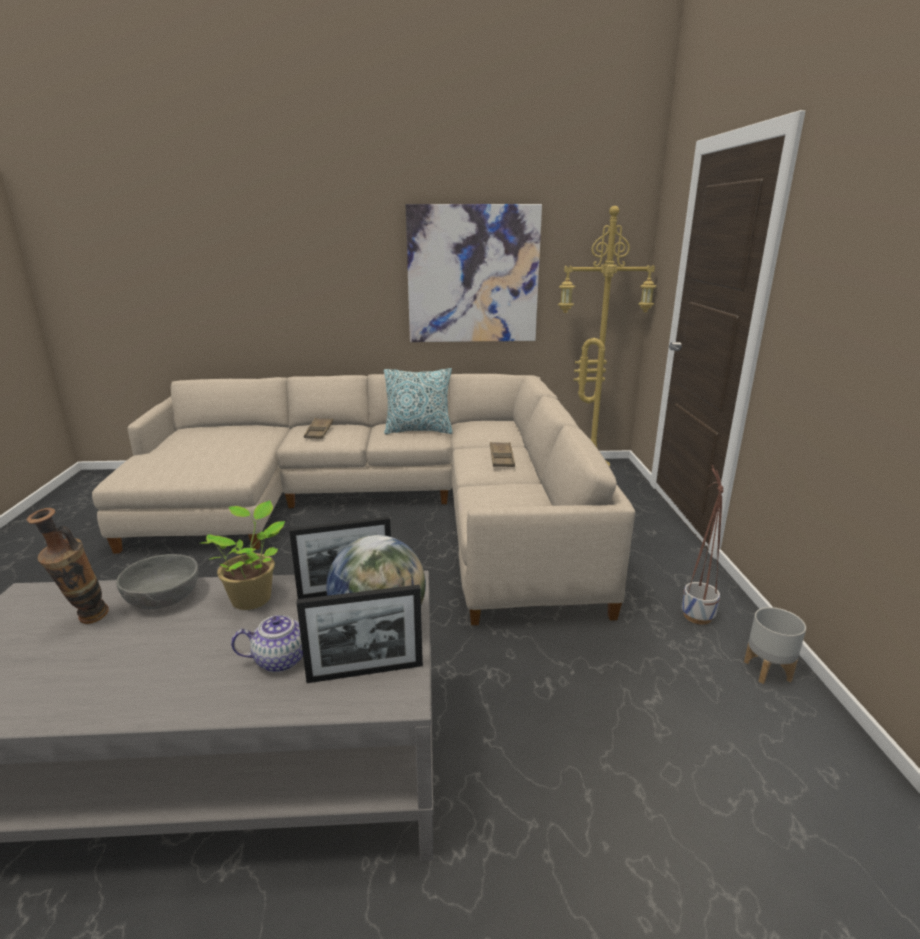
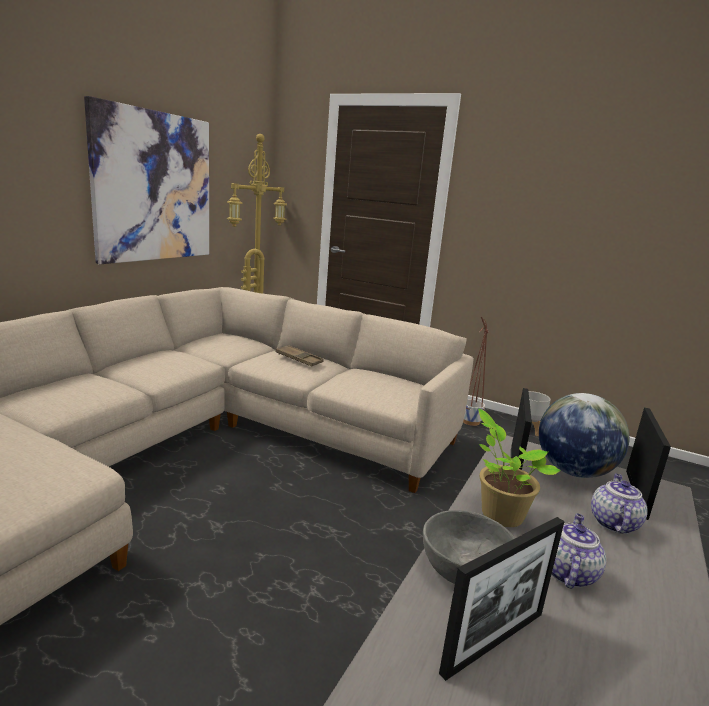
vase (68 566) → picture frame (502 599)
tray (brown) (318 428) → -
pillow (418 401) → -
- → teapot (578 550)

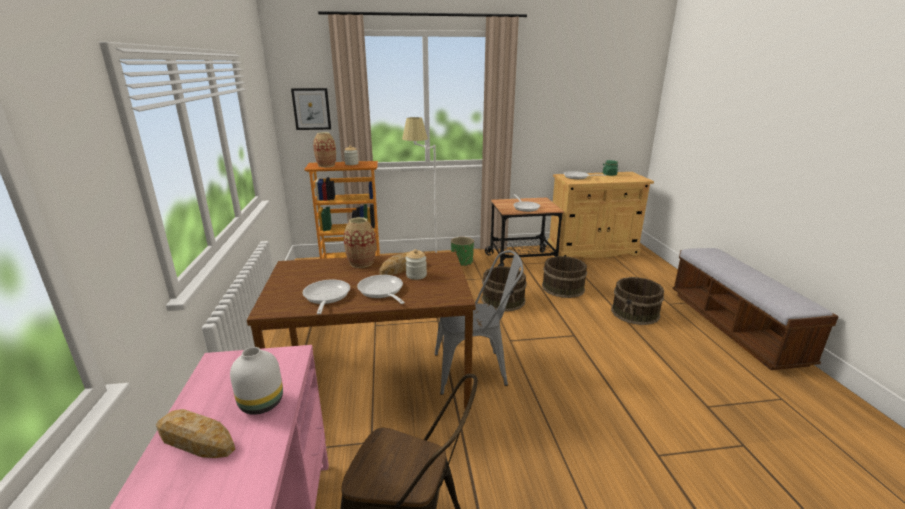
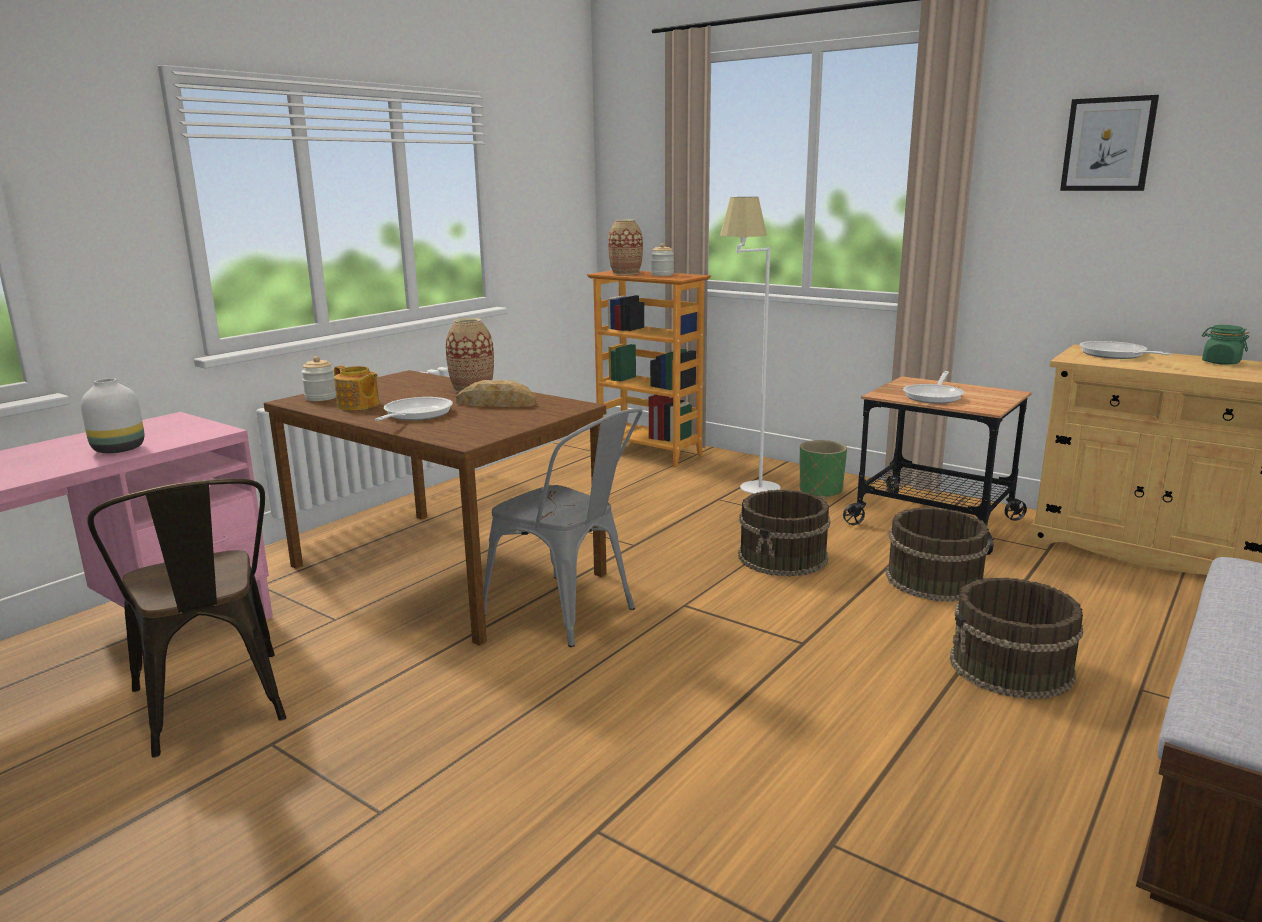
bread (195 433) → -
picture (311 109) → picture (1109 143), move
frying pan (326 296) → teapot (356 388)
jar (416 264) → jar (318 378), move

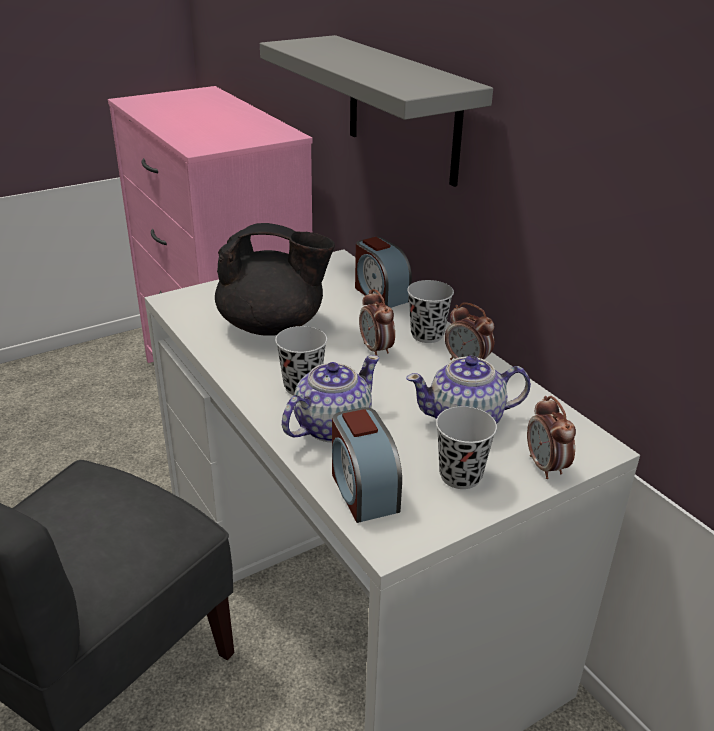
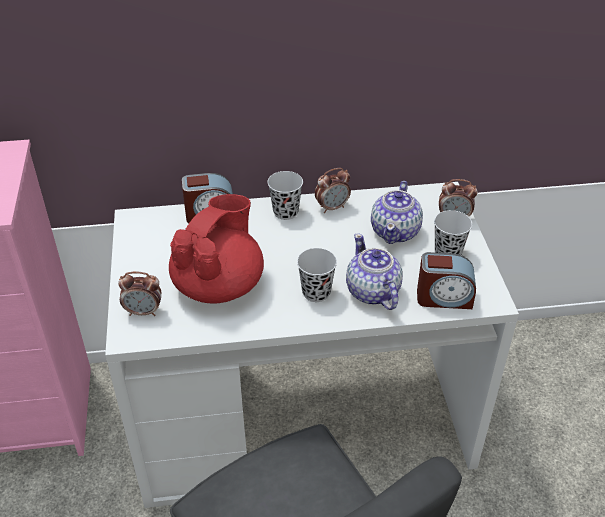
teapot (black) (275 279) → teapot (red) (216 248)
shelf (grey) (376 111) → -
alarm clock (377 322) → alarm clock (139 294), move

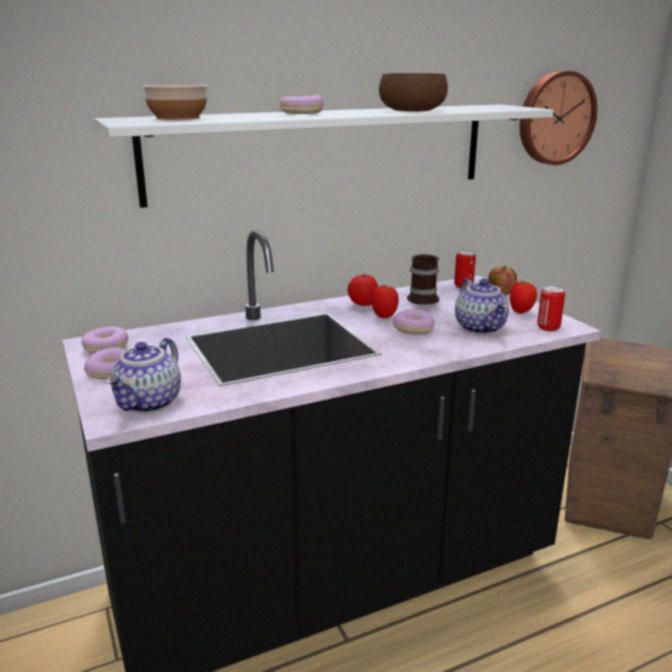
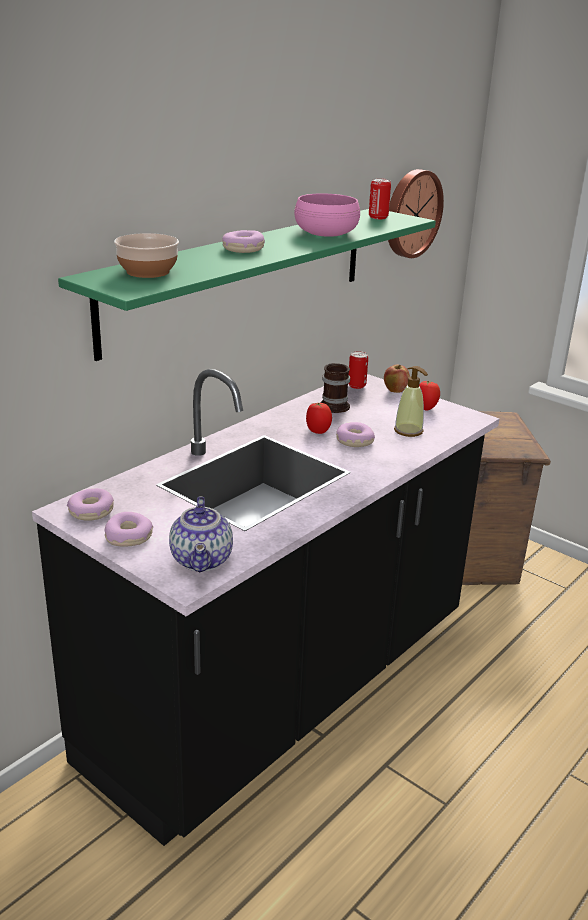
shelf (white) (324 156) → shelf (green) (247 285)
tomato (362 290) → -
bowl (brown) (413 92) → bowl (pink) (327 215)
teapot (482 306) → soap dispenser (411 401)
can (551 308) → can (380 199), move

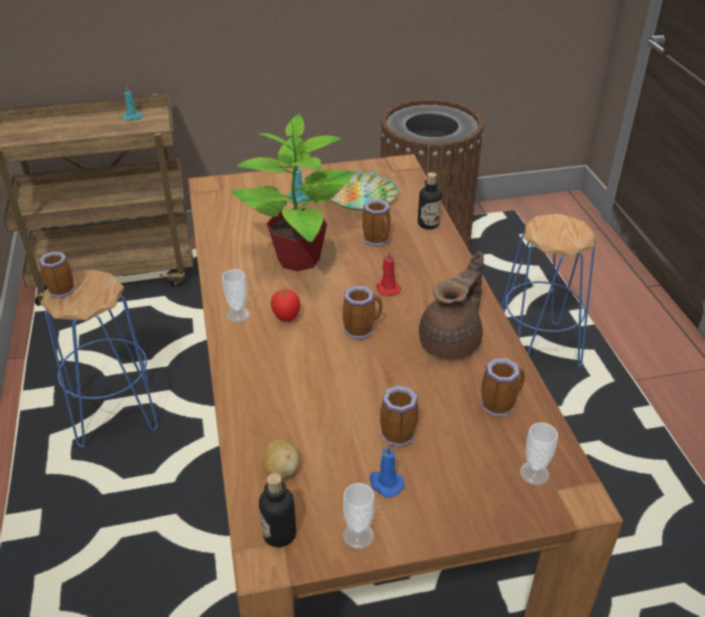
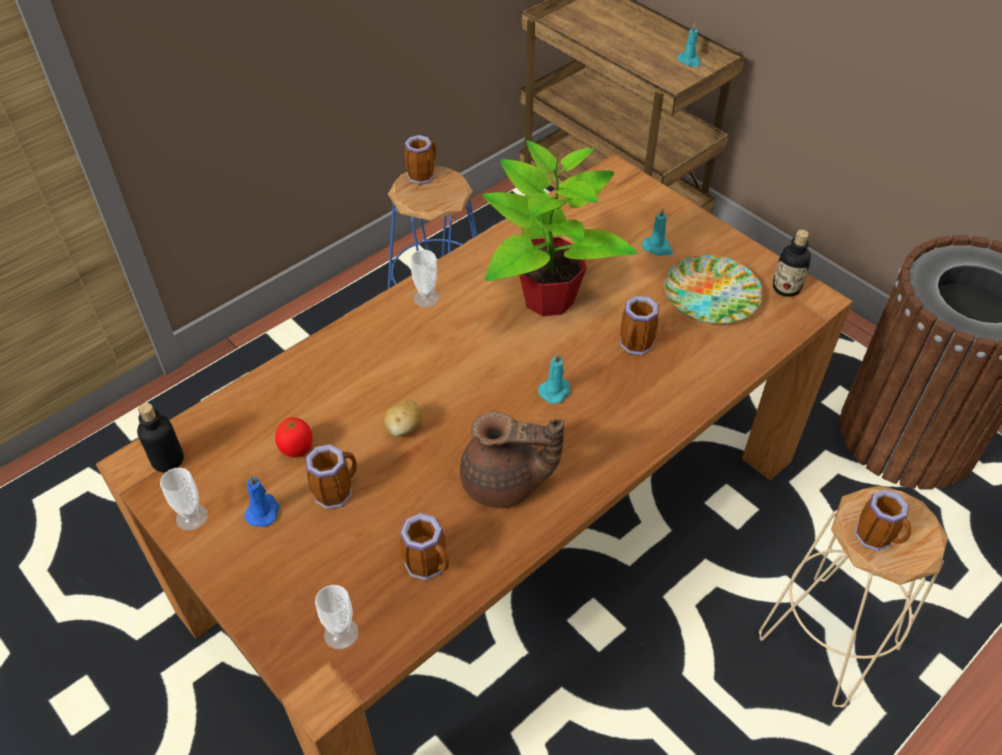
potato (280 459) → potato (403 418), move
tomato (285 305) → tomato (293 437), move
mug (362 312) → mug (883 520), move
candle (red) (388 273) → candle (turquoise) (554 378)
bottle (430 200) → bottle (792 263), move
stool (blue) (548 291) → stool (beige) (853 597)

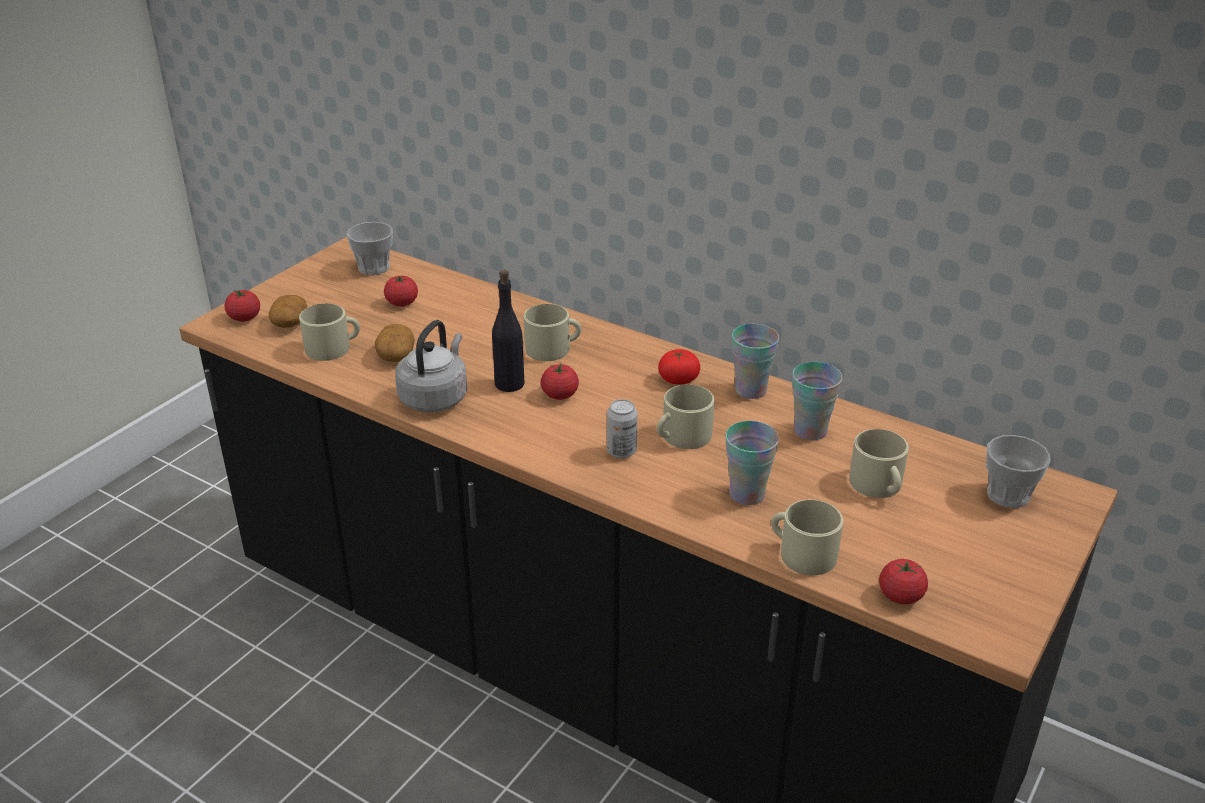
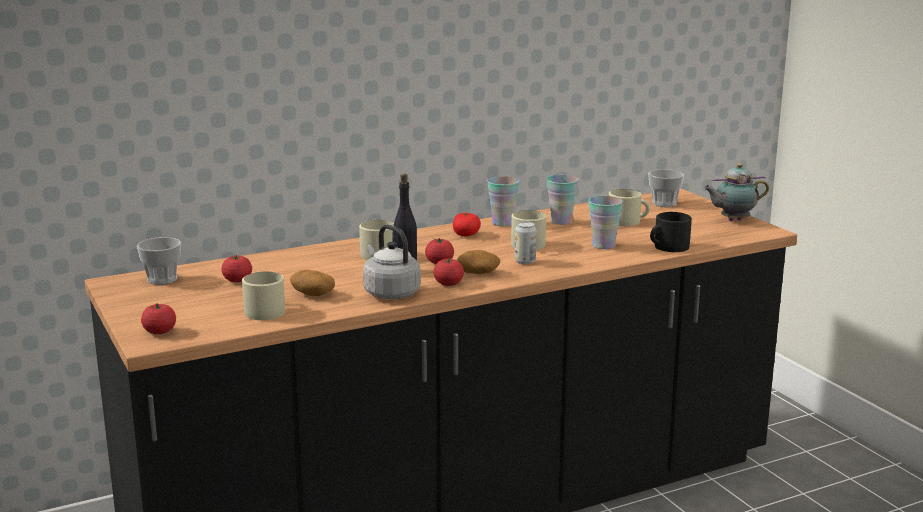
potato (288 311) → potato (478 262), move
mug (beige) (807 537) → mug (black) (671 232)
tomato (903 581) → tomato (448 272), move
- → teapot (736 192)

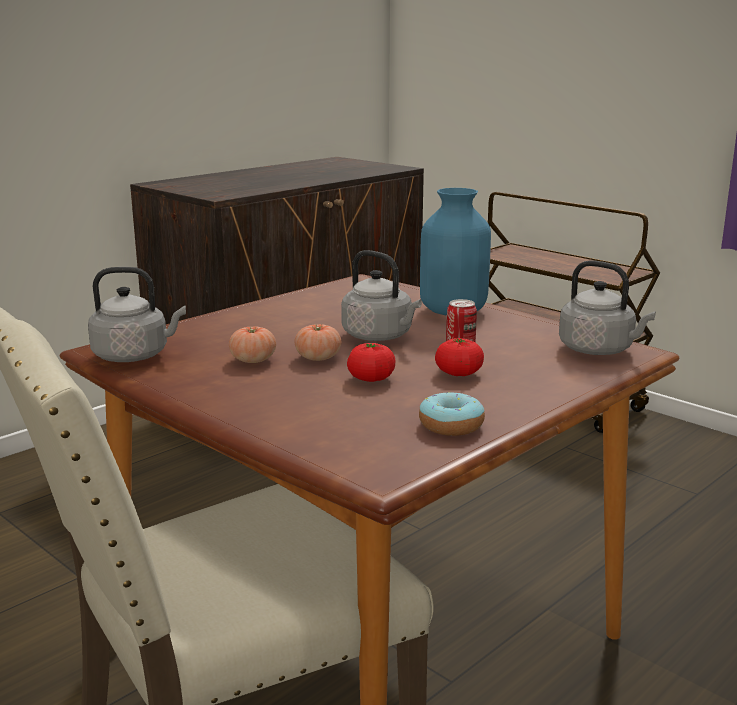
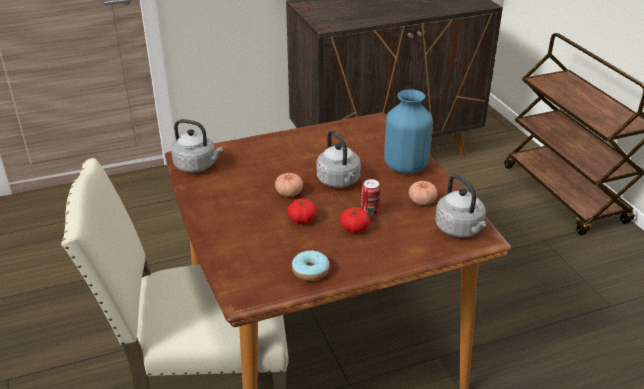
tomato (252 344) → tomato (423 193), move

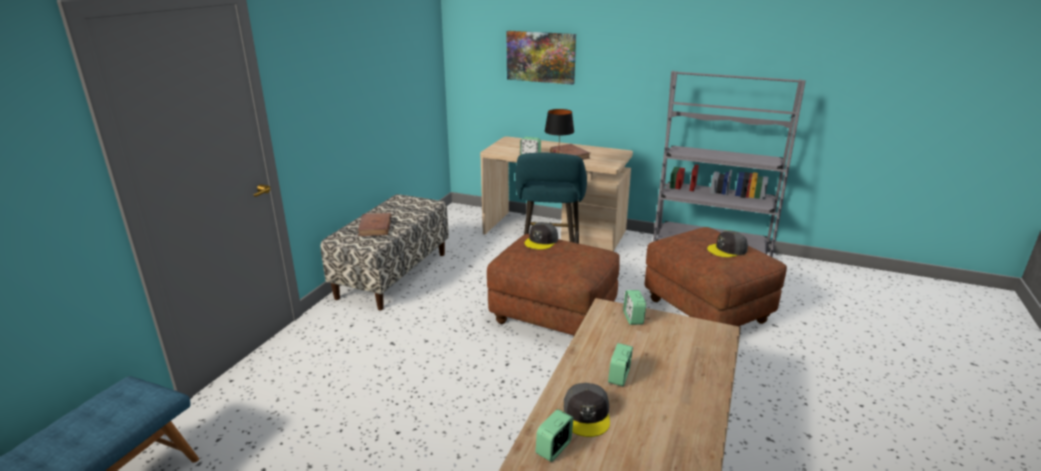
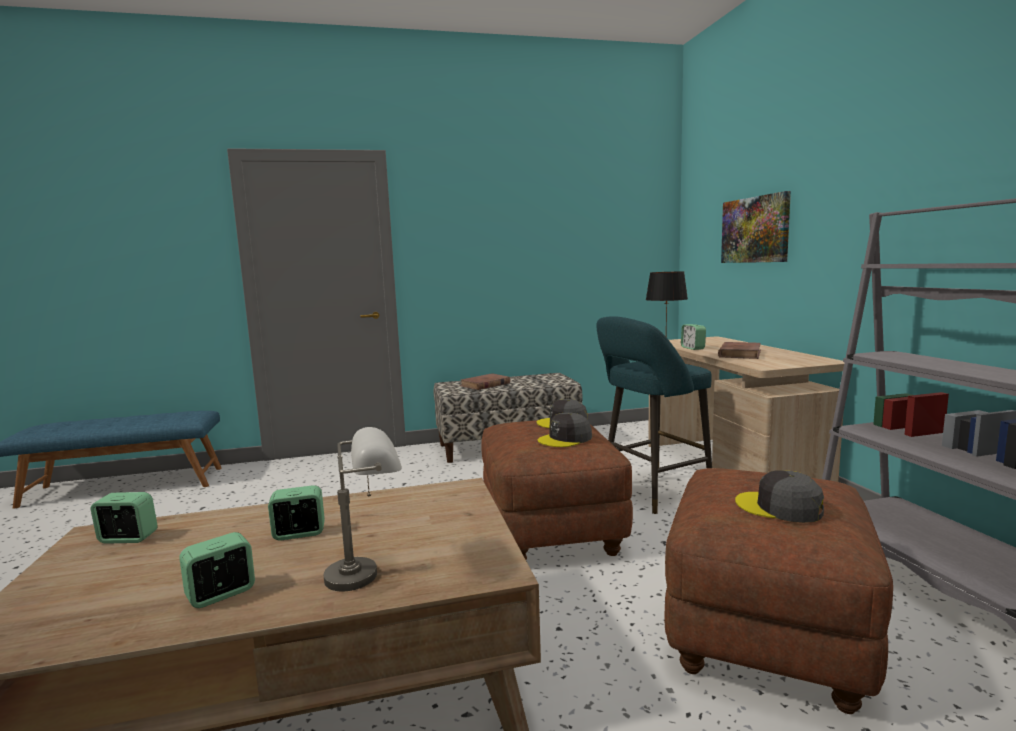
cap (grey) (587 410) → cap (grey) (565 430), move
alarm clock (634 307) → alarm clock (217 570), move
- → table lamp (grey) (363 509)

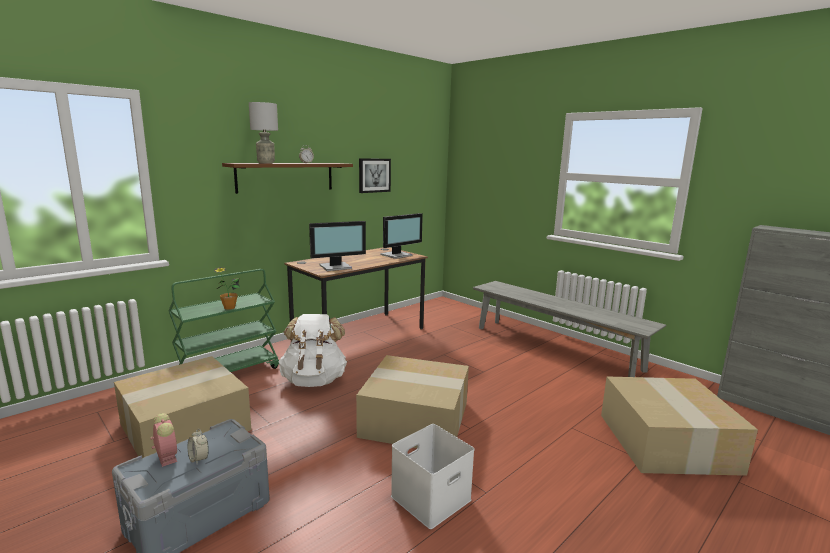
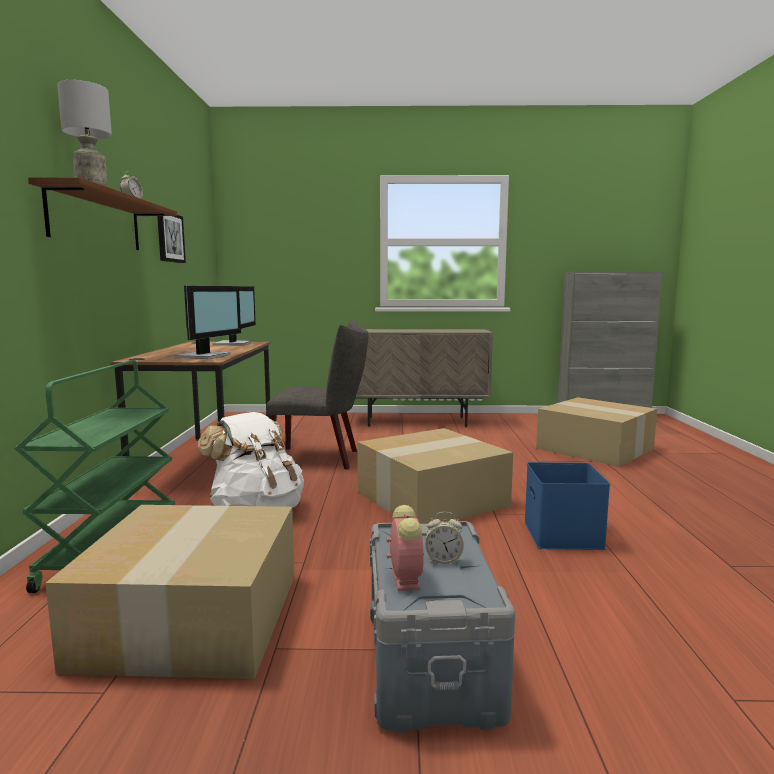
alarm clock (164 440) → alarm clock (405 548), 75 degrees clockwise
potted plant (227 288) → -
storage box (white) (432 476) → storage box (blue) (567 506)
bench (grey) (569 329) → cabinet (beige) (424 378)
- → chair (grey) (317 394)

